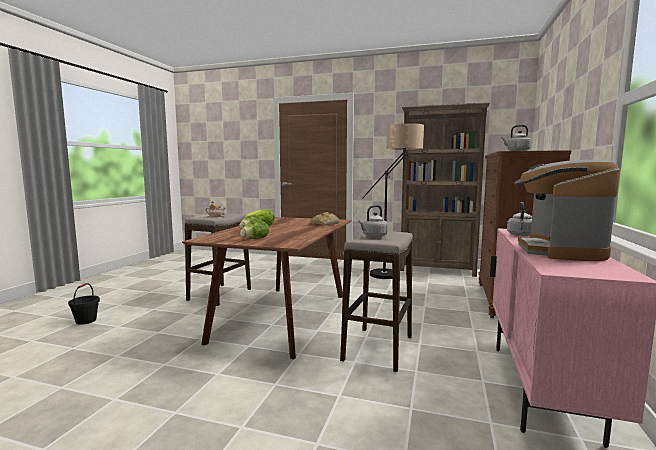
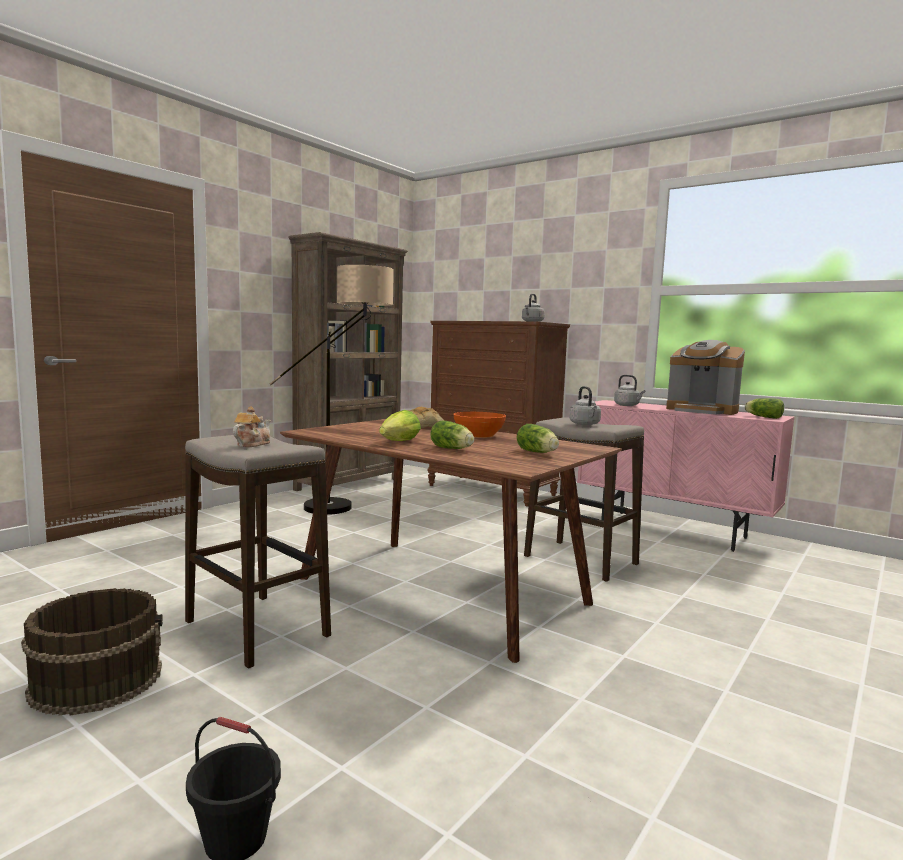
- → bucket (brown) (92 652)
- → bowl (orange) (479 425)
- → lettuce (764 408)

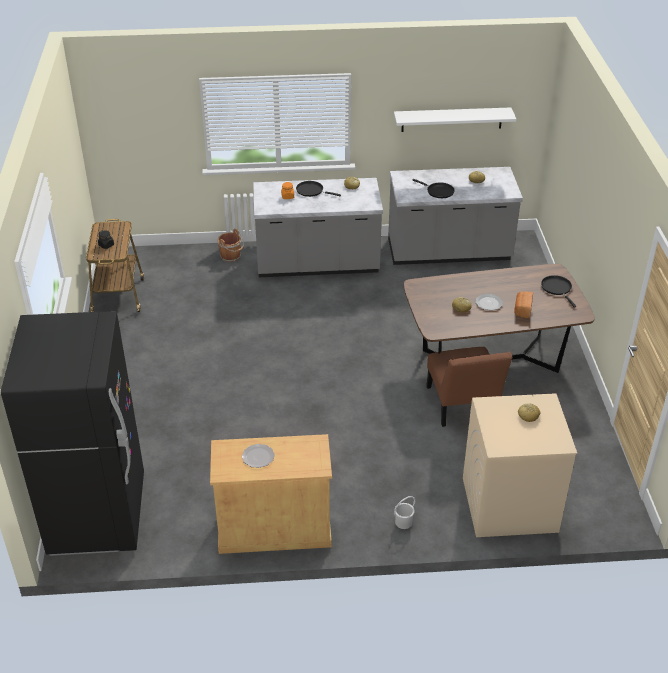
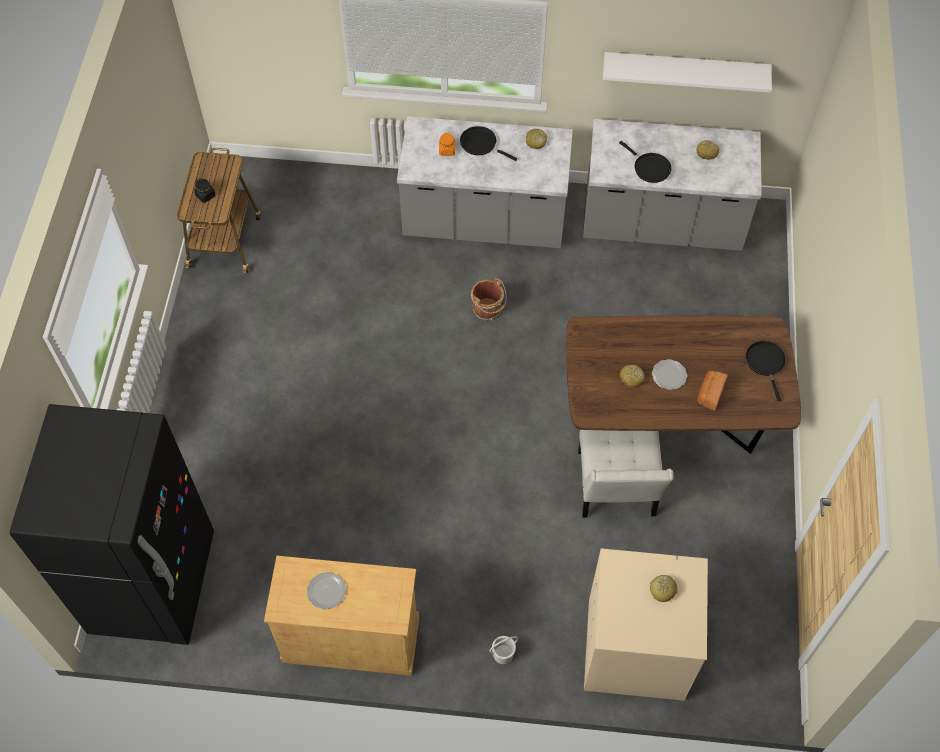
bucket (brown) (230 245) → bucket (brown) (489 299), move
chair (brown) (469 387) → chair (white) (625 474)

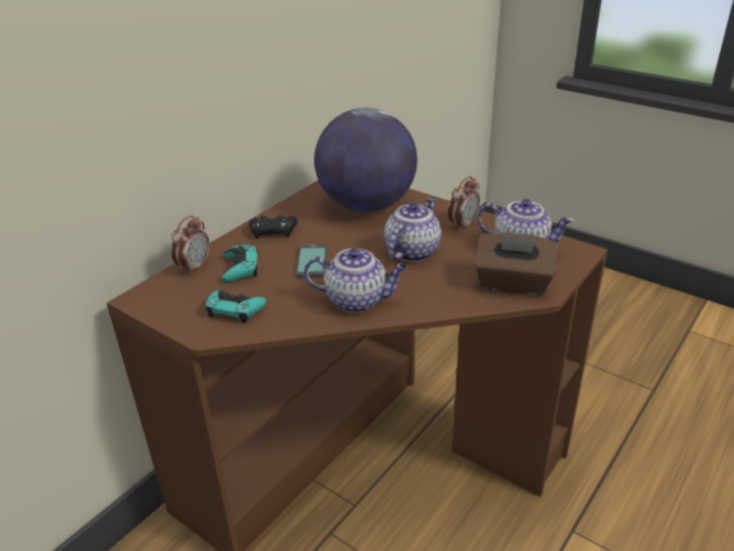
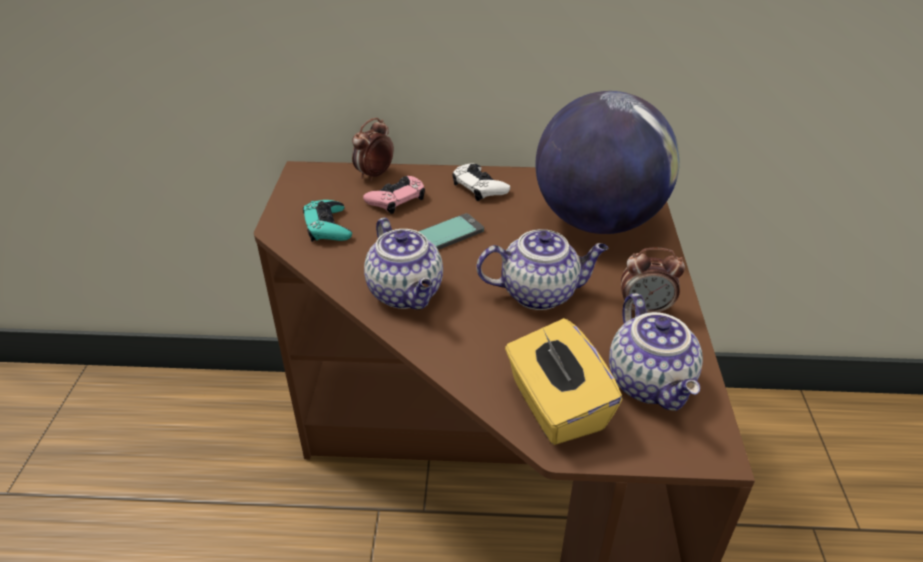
alarm clock (190 245) → alarm clock (373 149), 135 degrees clockwise
game controller (turquoise) (239 263) → game controller (pink) (394 195)
game controller (black) (273 226) → game controller (white) (481 182)
tissue box (brown) (516 263) → tissue box (yellow) (564 381)

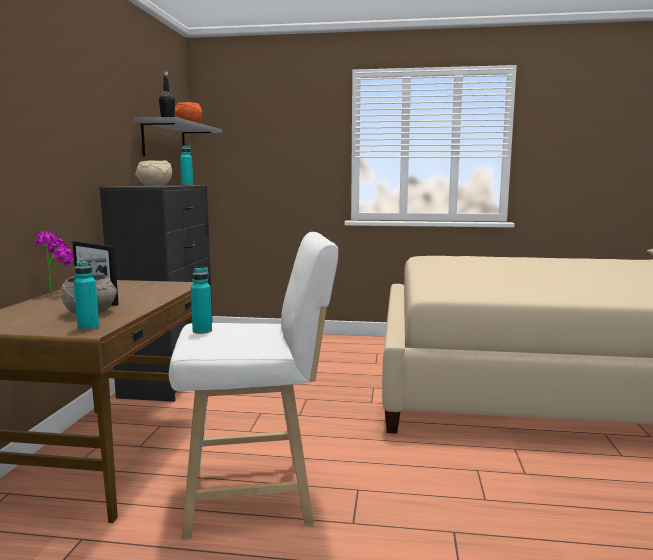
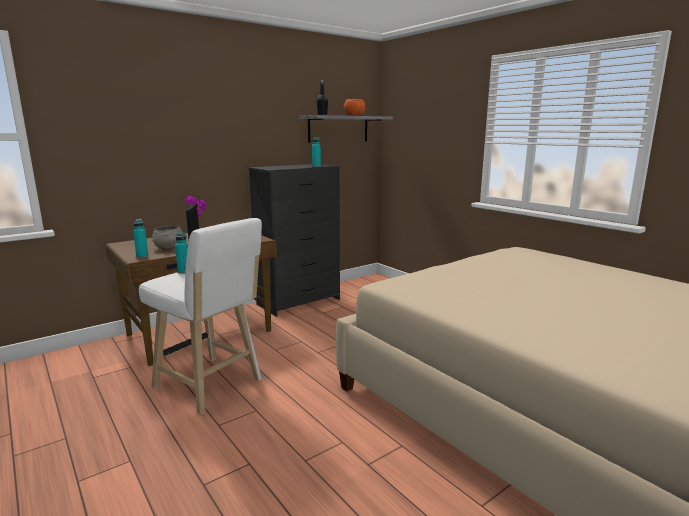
bowl (beige) (153 173) → -

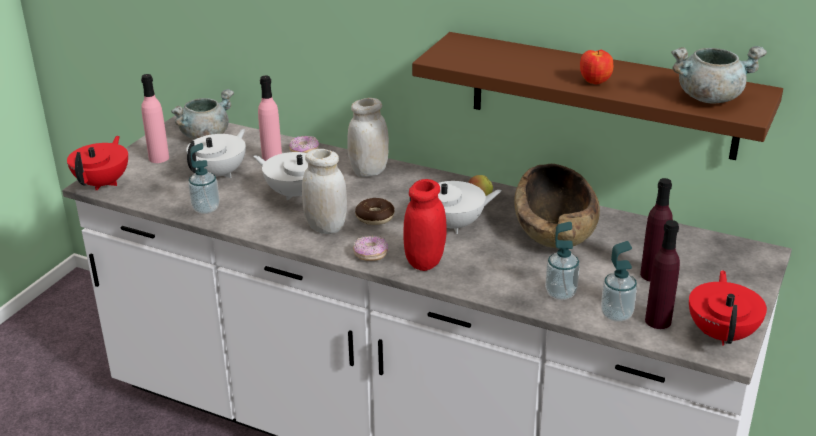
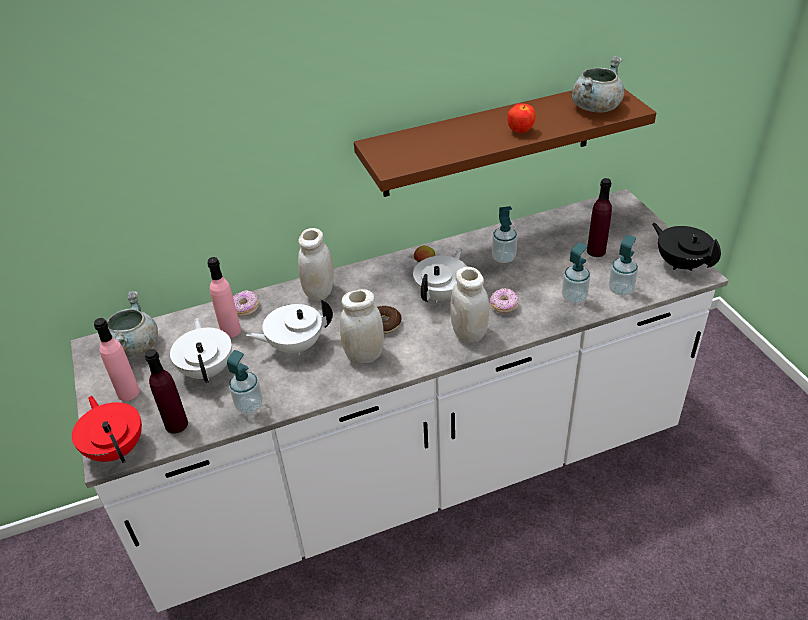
donut (370 248) → donut (504 300), move
jar (red) (425 225) → jar (white) (469 305)
bowl (brown) (557 206) → soap dispenser (504 234)
bottle (purple) (662 274) → bottle (purple) (166 391), move
teapot (red) (728 308) → teapot (black) (686 247)

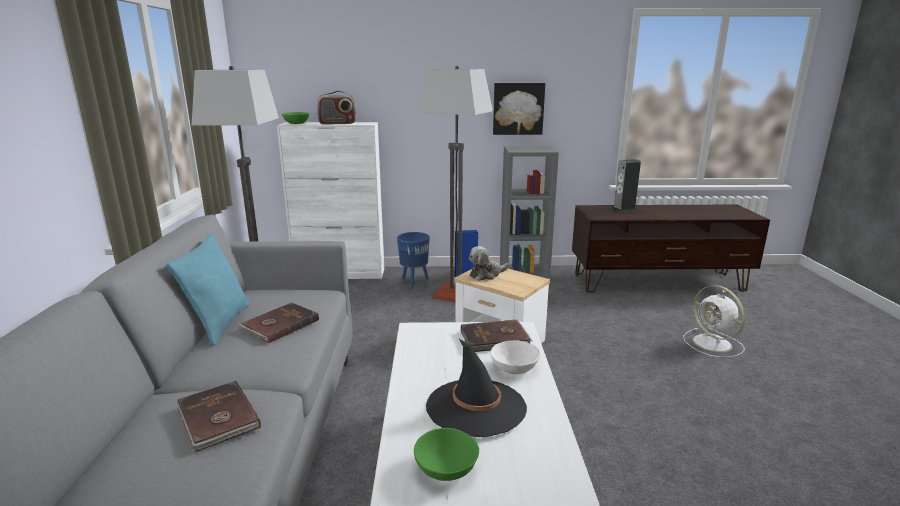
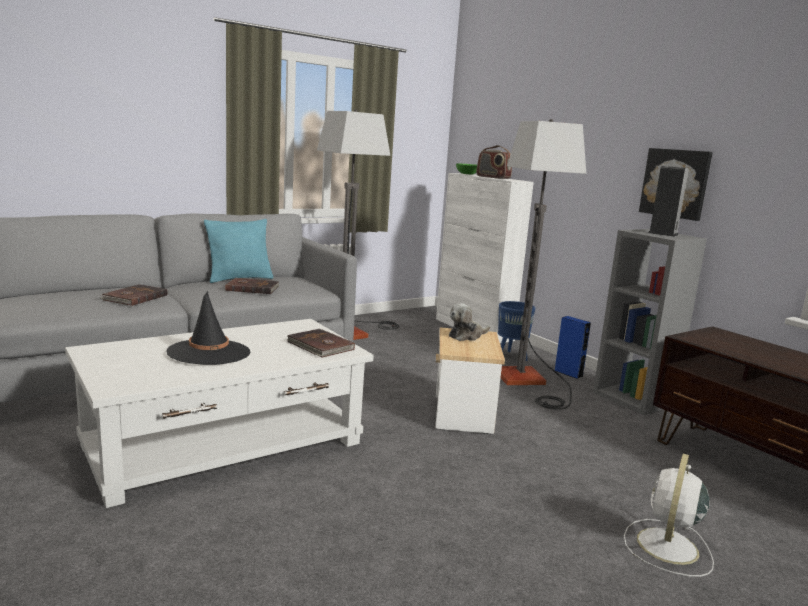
bowl (green) (446 454) → -
plush toy (489 263) → plush toy (469 322), 60 degrees counterclockwise
bowl (white) (515 357) → -
speaker (626 185) → speaker (668 201), move

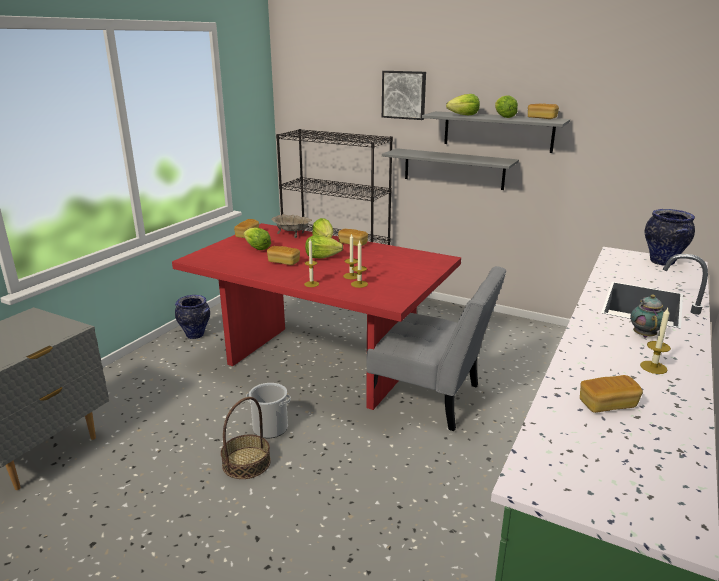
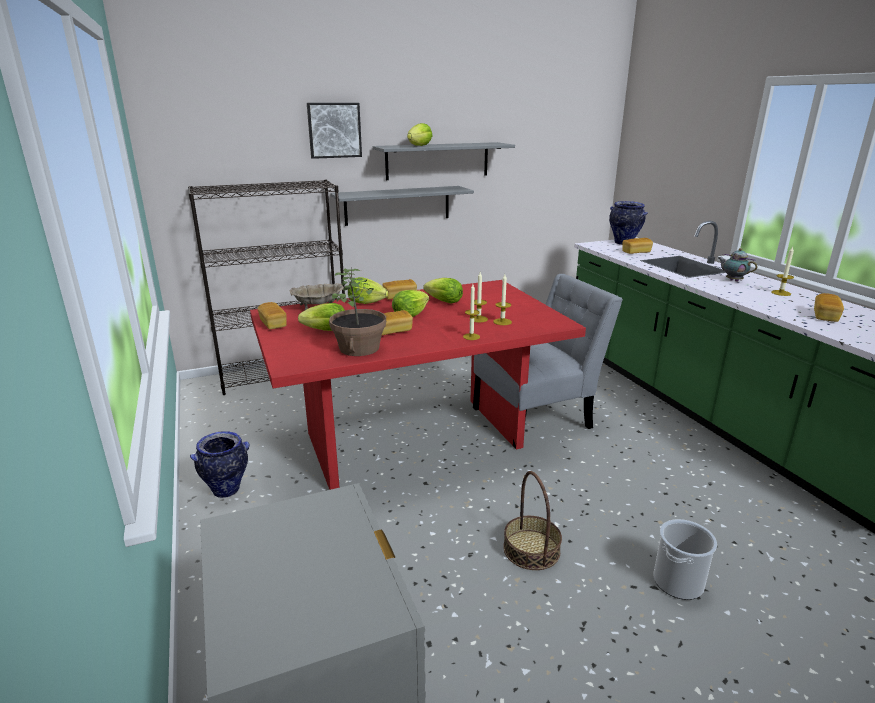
bucket (268 410) → bucket (685 559), move
lettuce (506 106) → lettuce (443 290), move
bread (543 111) → bread (637 246), move
- → potted plant (357 312)

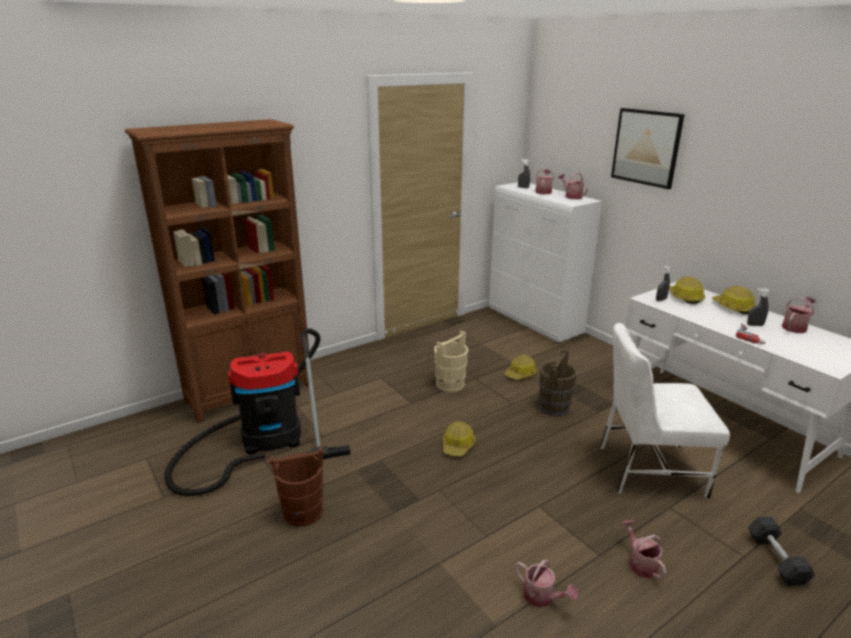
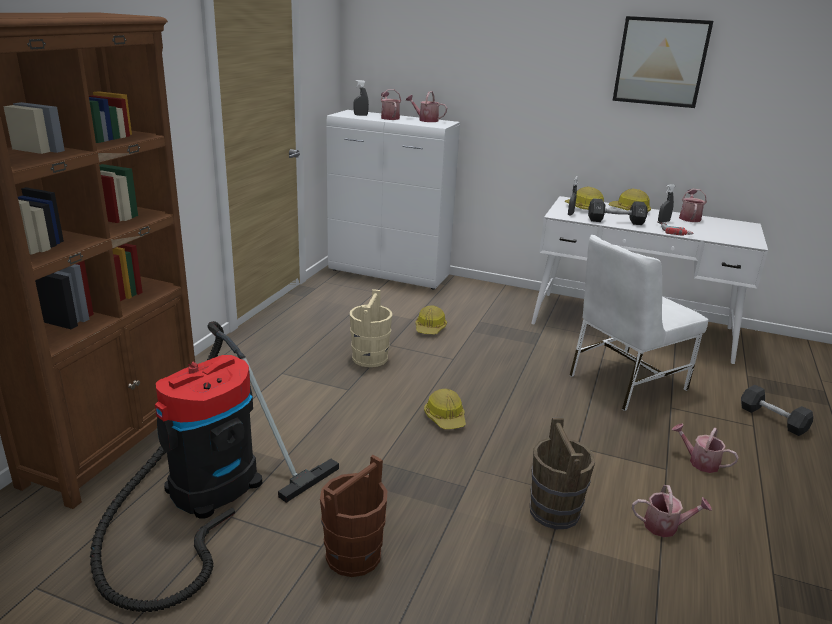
bucket (brown) (558 382) → bucket (brown) (562 473), move
picture (648 148) → picture (663 62), move
- → dumbbell (black) (618 211)

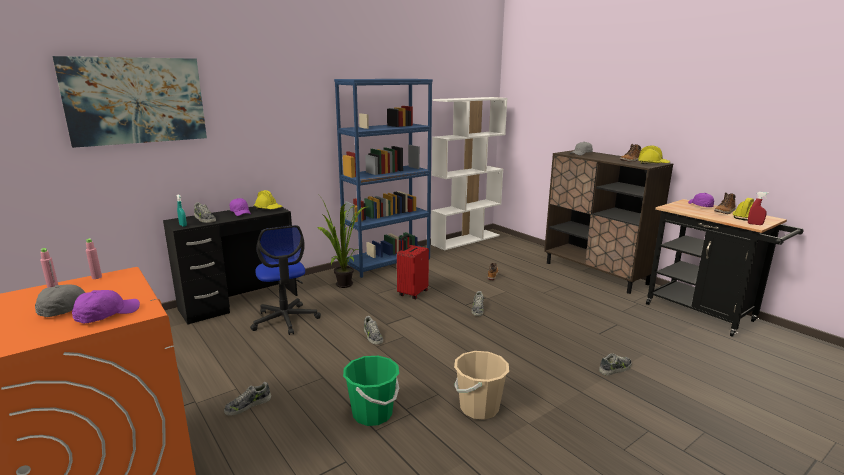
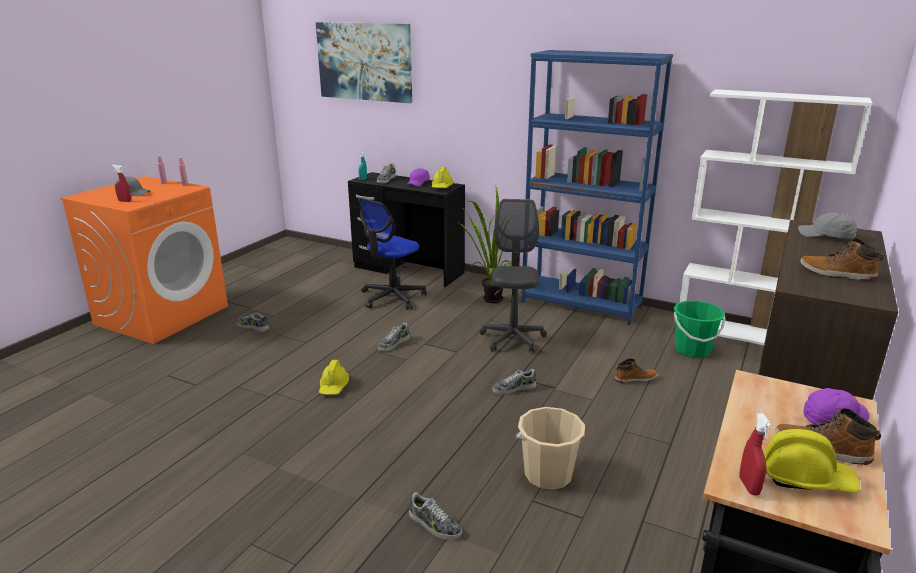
cap (purple) (106 306) → spray bottle (red) (121 183)
bucket (green) (371 391) → bucket (green) (699 329), move
suitcase (red) (413 267) → office chair (grey) (513 276)
bucket (beige) (481 385) → bucket (beige) (550 448), move
hard hat (yellow) (654 155) → hard hat (yellow) (334 377), move

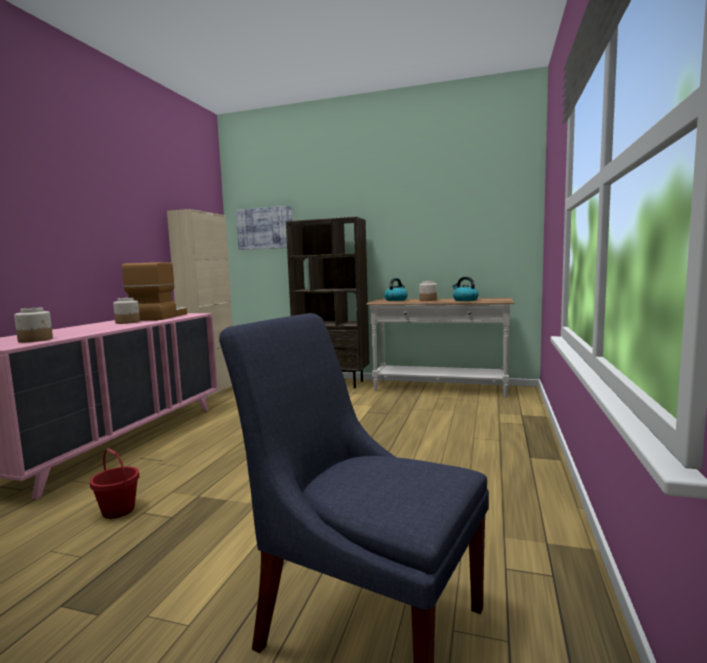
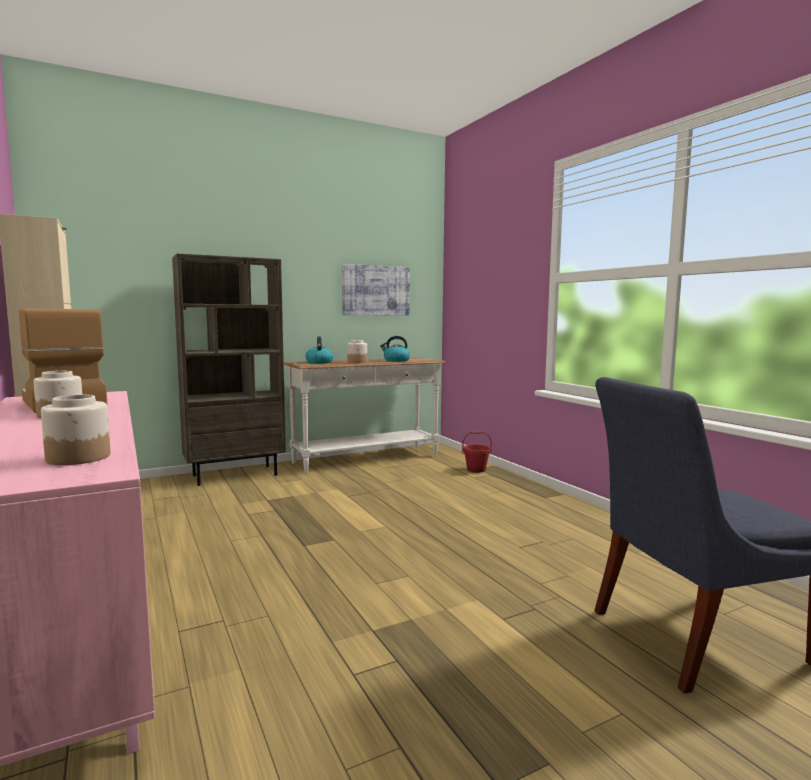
bucket (red) (114 483) → bucket (red) (477 452), move
picture (264 228) → picture (376 290), move

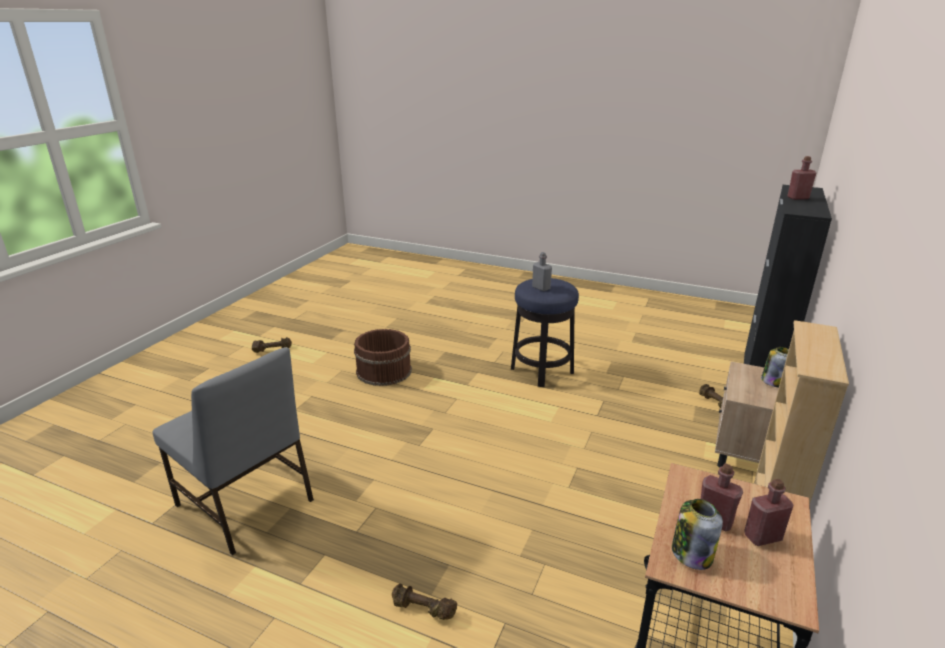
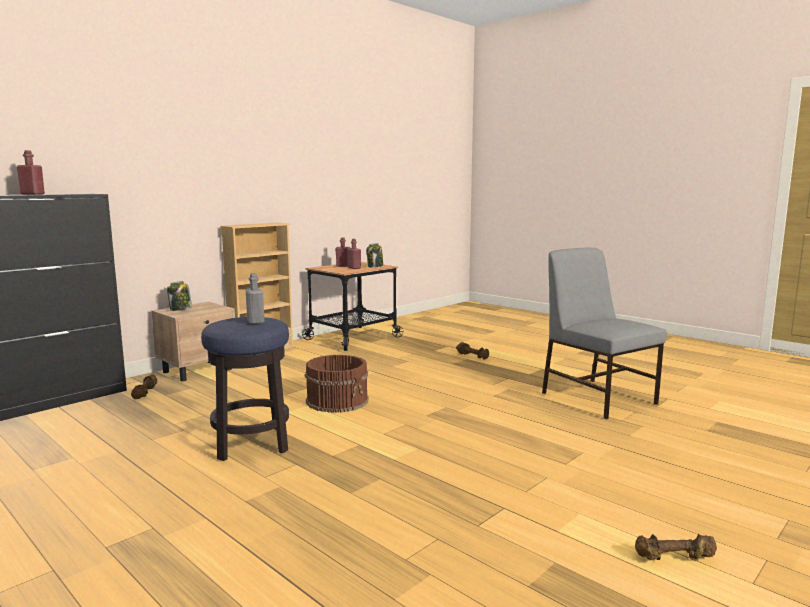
bucket (brown) (383 357) → bucket (brown) (336 384), move

